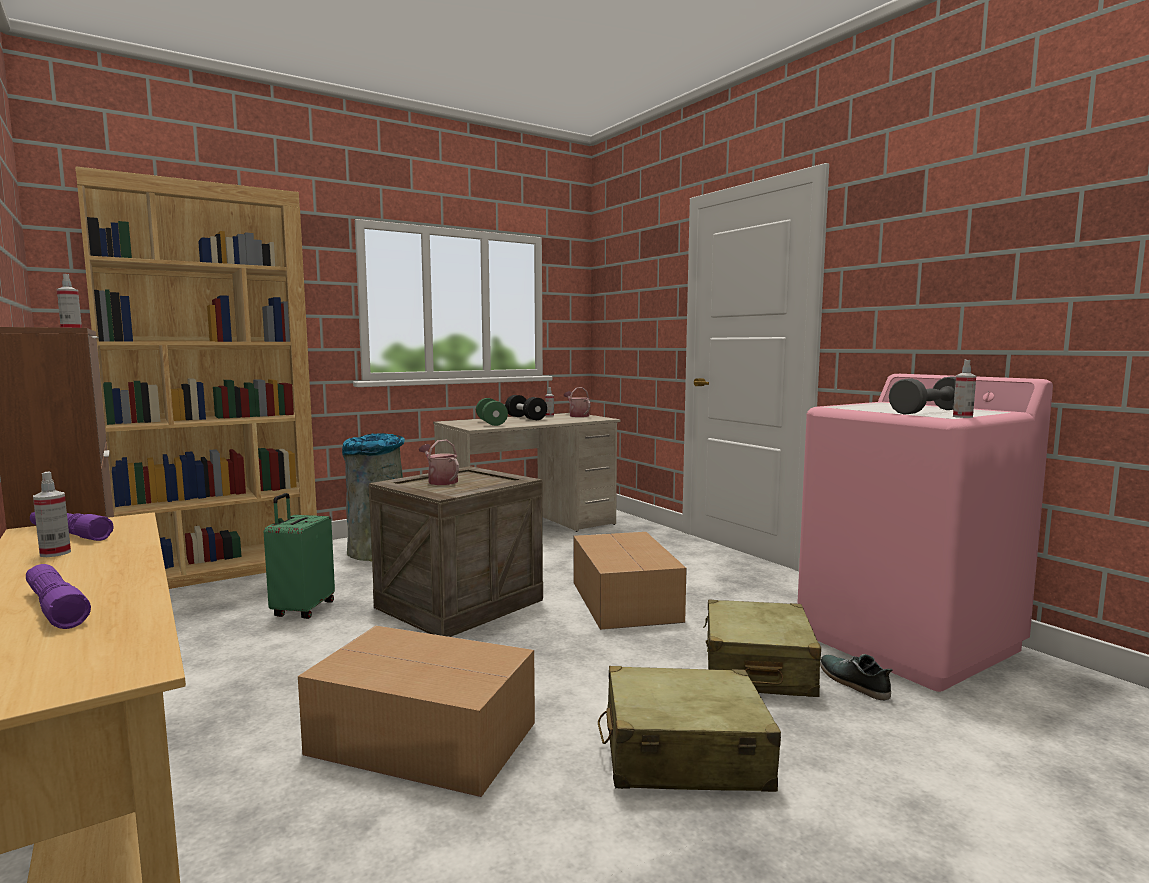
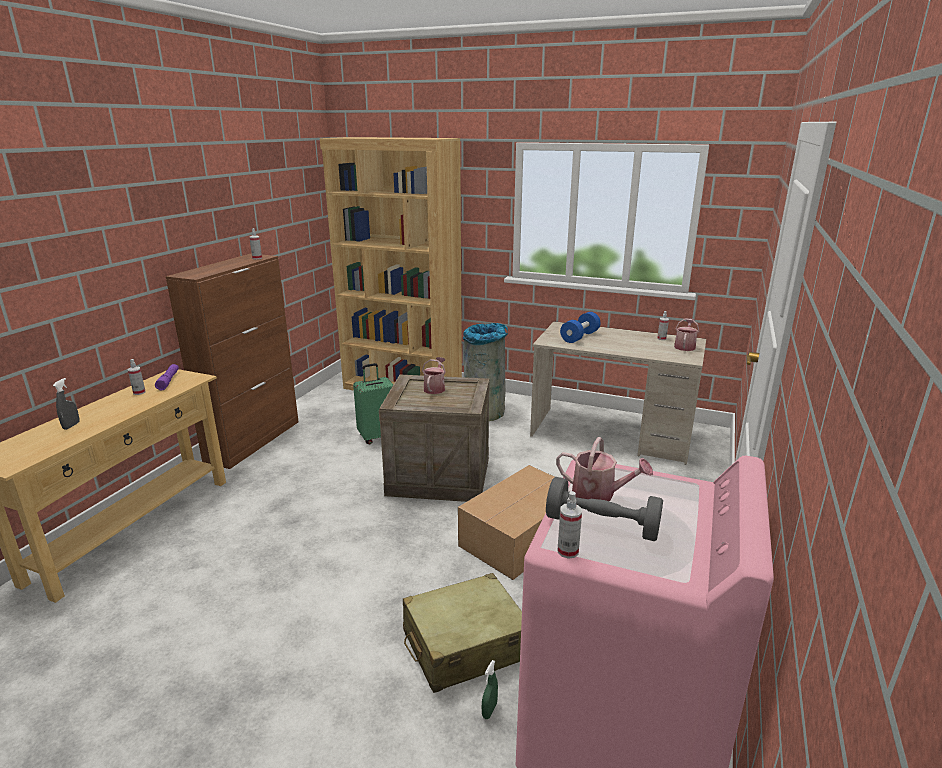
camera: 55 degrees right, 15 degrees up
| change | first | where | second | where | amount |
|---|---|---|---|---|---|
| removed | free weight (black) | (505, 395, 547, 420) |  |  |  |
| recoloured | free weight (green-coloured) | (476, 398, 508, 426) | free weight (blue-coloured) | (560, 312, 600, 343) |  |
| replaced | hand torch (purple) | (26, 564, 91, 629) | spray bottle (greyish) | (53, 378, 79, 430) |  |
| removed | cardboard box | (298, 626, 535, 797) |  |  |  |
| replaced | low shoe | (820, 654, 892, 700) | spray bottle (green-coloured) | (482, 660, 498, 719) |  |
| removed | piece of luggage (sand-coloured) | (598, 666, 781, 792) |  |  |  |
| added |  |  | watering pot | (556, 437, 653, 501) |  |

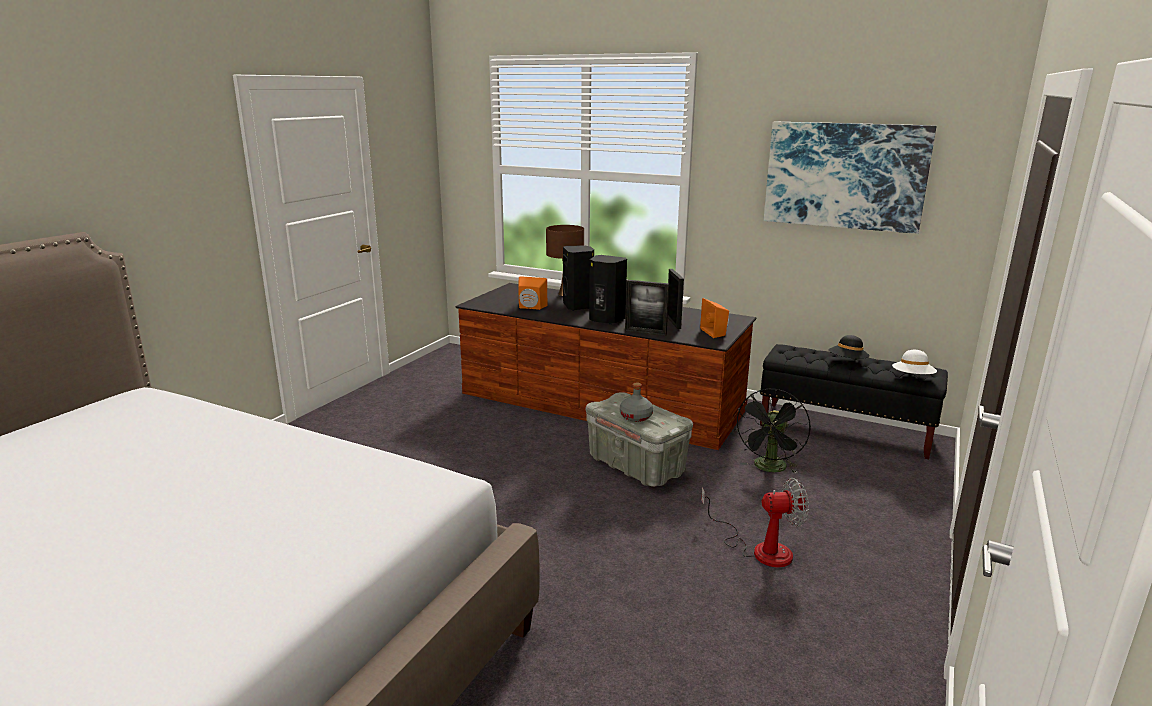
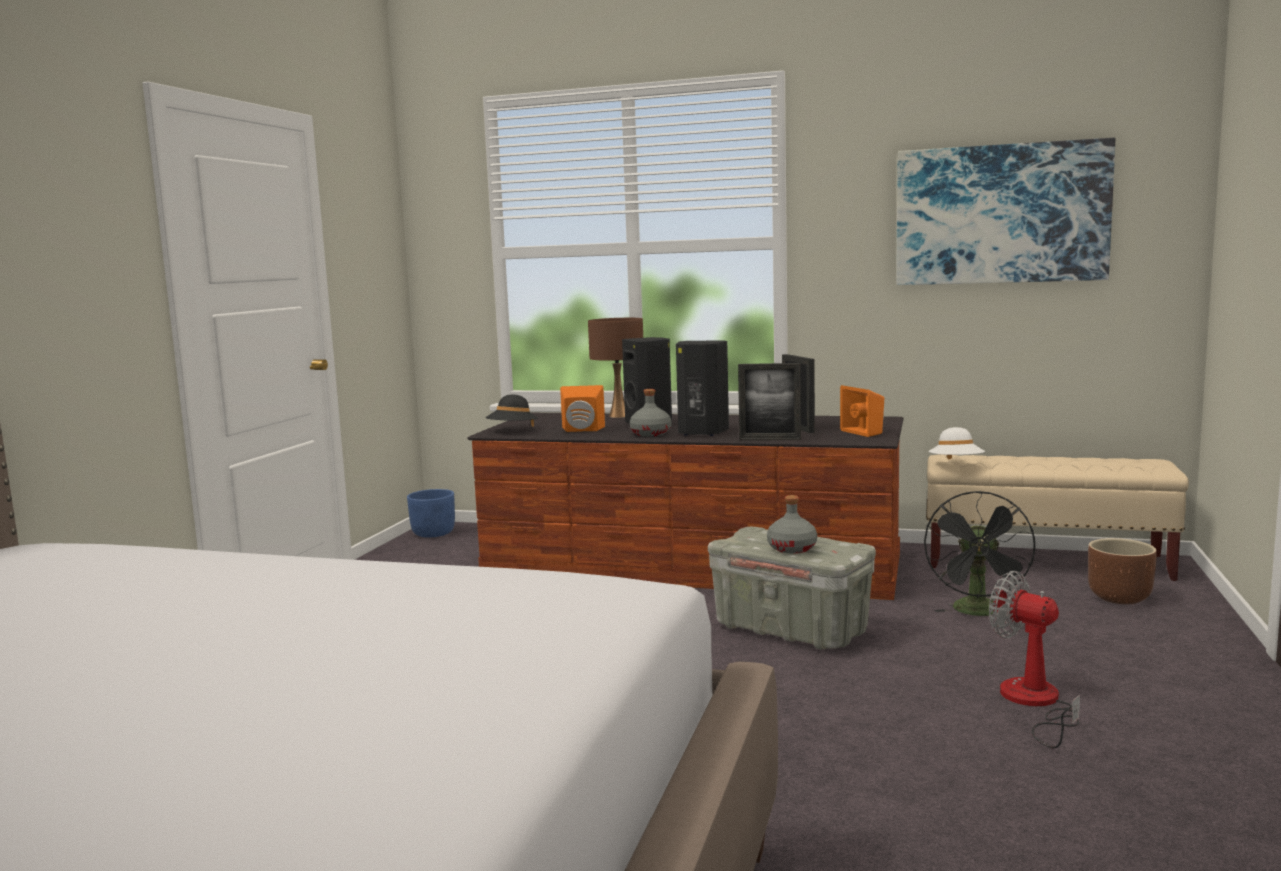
camera: 10 degrees left, 10 degrees down
| change | first | where | second | where | amount |
|---|---|---|---|---|---|
| moved | hat (black) | (828, 335, 870, 359) |  | (485, 395, 538, 427) |  |
| recoloured | bench (black) | (760, 344, 948, 459) | bench (sand-coloured) | (926, 455, 1189, 581) |  |
| moved | hat (white-coloured) | (892, 350, 937, 374) |  | (929, 427, 985, 460) |  |
| turned | fan | (701, 478, 809, 567) |  | (989, 571, 1080, 749) | 120 degrees counterclockwise |
| added |  |  | beverage bottle (greyish) | (630, 389, 672, 437) |  |
| added |  |  | flower pot (blue-coloured) | (407, 489, 455, 538) |  |
| added |  |  | flower pot (brownish) | (1088, 538, 1157, 604) |  |

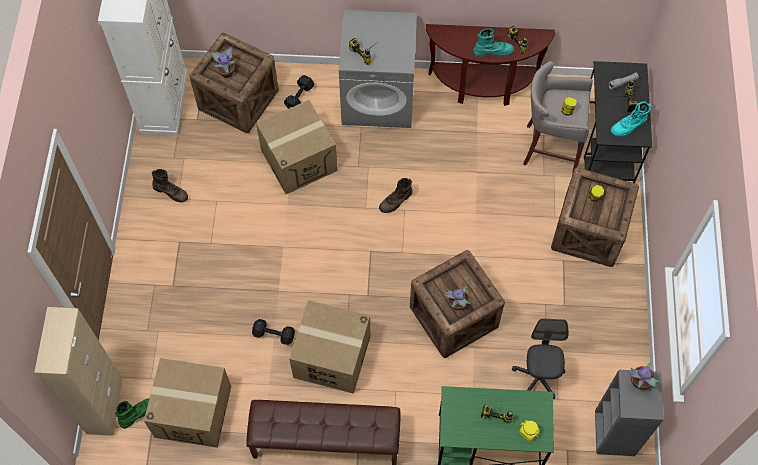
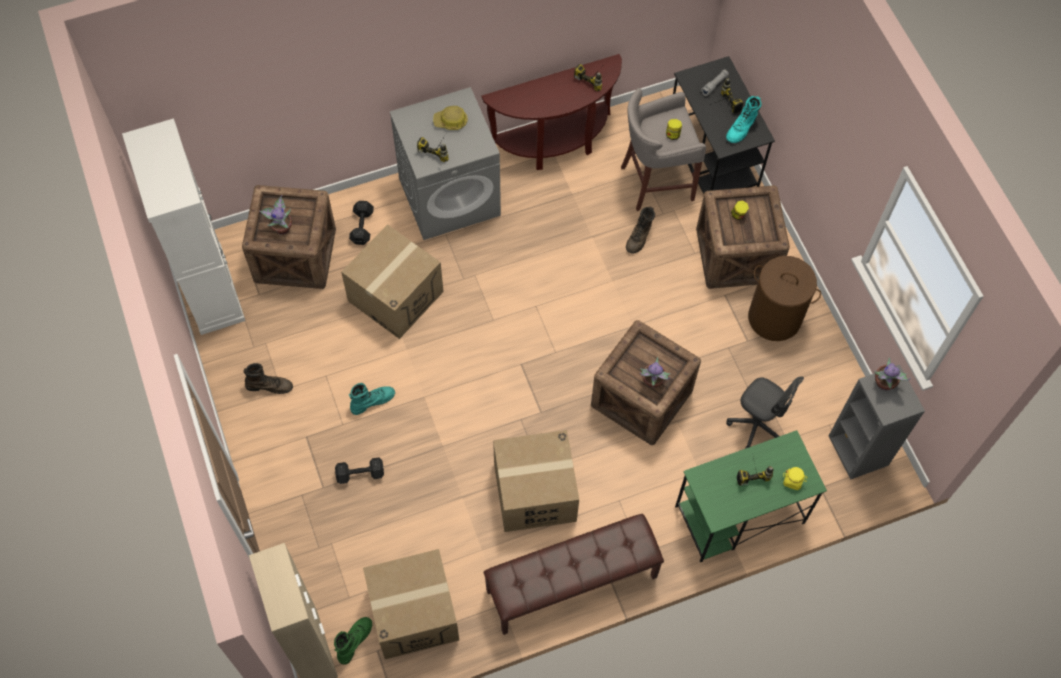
camera: 25 degrees left, 0 degrees up
| change | first | where | second | where | amount |
|---|---|---|---|---|---|
| moved | boot (turquoise-coloured) | (473, 28, 514, 57) |  | (349, 383, 395, 415) |  |
| moved | boot (brownish) | (379, 178, 412, 213) |  | (626, 206, 655, 253) |  |
| turned | office chair (greyish) | (512, 318, 569, 399) |  | (726, 376, 804, 449) | 150 degrees clockwise |
| moved | free weight (black) | (252, 319, 295, 345) |  | (335, 457, 384, 484) |  |
| added |  |  | hard hat | (433, 106, 468, 130) |  |
| added |  |  | hamper (brownish) | (748, 256, 821, 341) |  |

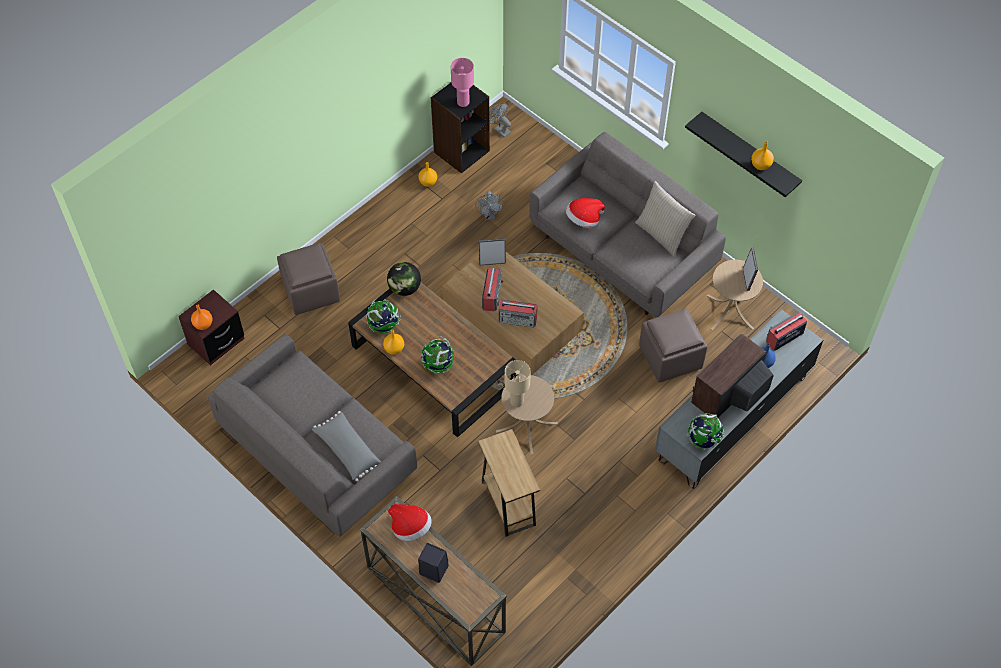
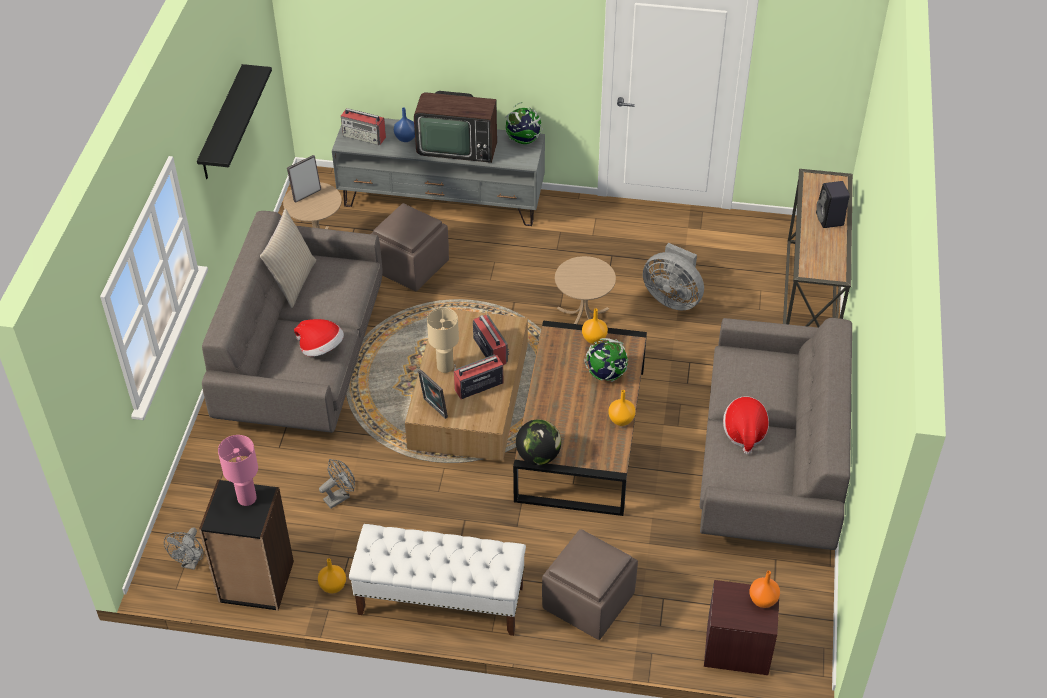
camera: 125 degrees left, 10 degrees down
| change | first | where | second | where | amount |
|---|---|---|---|---|---|
| moved | vase (orange-coloured) | (751, 141, 774, 170) |  | (582, 308, 608, 344) |  |
| removed | world globe | (366, 298, 401, 333) |  |  |  |
| moved | lamp for a table (sand-coloured) | (505, 360, 531, 407) |  | (427, 308, 459, 373) |  |
| removed | cushion (greyish) | (312, 411, 381, 481) |  |  |  |
| replaced | side table (brownish) | (478, 429, 540, 537) | fan (greyish) | (643, 243, 704, 311) |  |
| moved | hat | (388, 504, 432, 541) |  | (723, 396, 769, 454) |  |
| added |  |  | bench (white-coloured) | (349, 524, 526, 636) |  |

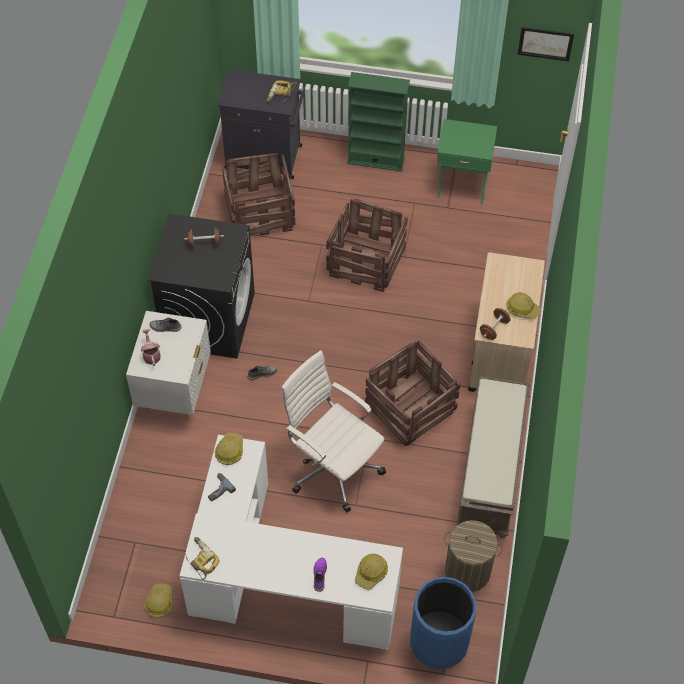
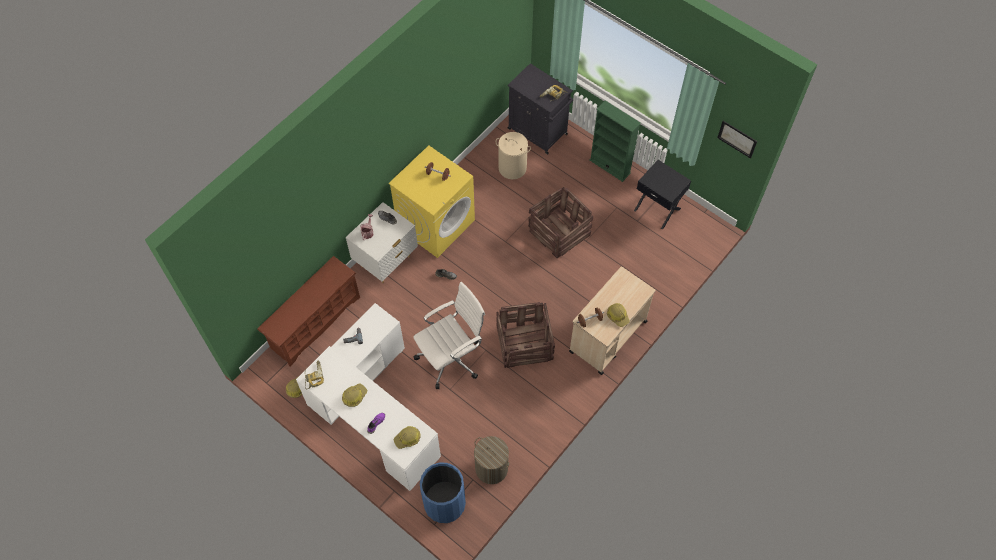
camera: 30 degrees right, 5 degrees up
| change | first | where | second | where | amount |
|---|---|---|---|---|---|
| recoloured | night table (green-coloured) | (437, 119, 497, 204) | night table (black) | (634, 160, 691, 229) |  |
| replaced | crate | (222, 153, 295, 236) | hamper (sand-coloured) | (496, 132, 531, 179) |  |
| recoloured | laundry machine (black) | (148, 214, 255, 359) | laundry machine (yellow-coloured) | (389, 145, 475, 258) |  |
| turned | office chair (white-coloured) | (281, 350, 386, 513) |  | (413, 282, 485, 389) | 75 degrees clockwise |
| removed | bench (brownish) | (457, 376, 529, 538) |  |  |  |
| moved | hard hat | (214, 433, 243, 465) |  | (342, 384, 367, 407) |  |
| added |  |  | shoe stand (brownish) | (257, 256, 360, 367) |  |

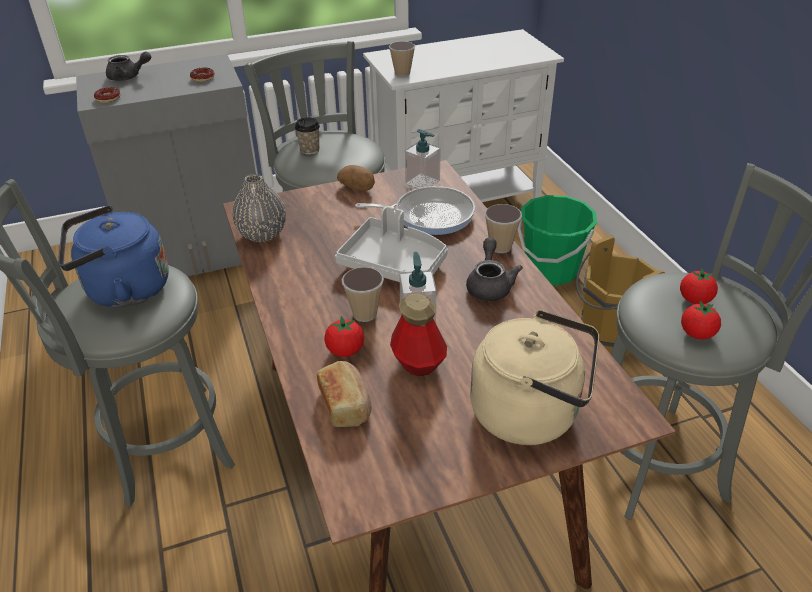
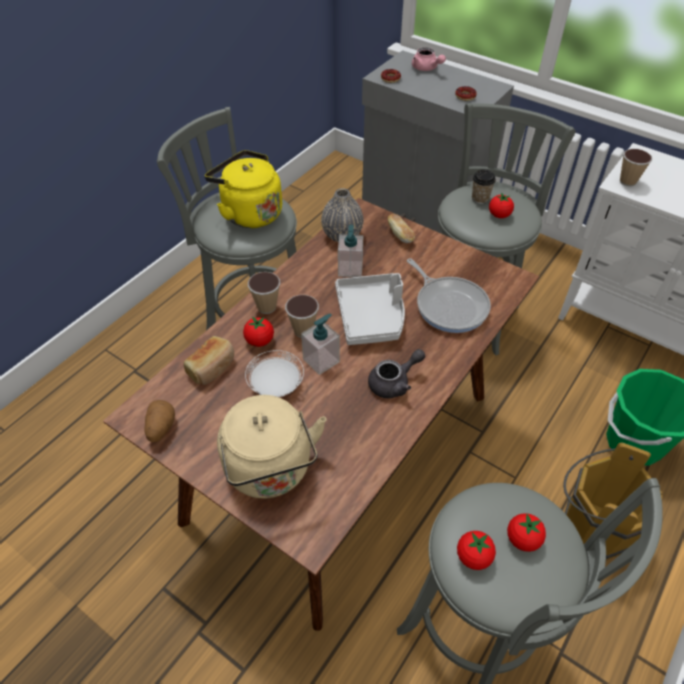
camera: 55 degrees right, 10 degrees up
| change | first | where | second | where | amount |
|---|---|---|---|---|---|
| recoloured | tea pot (greyish) | (106, 51, 151, 81) | tea pot (pinkish) | (412, 47, 446, 71) |  |
| moved | soap dispenser | (405, 129, 441, 188) |  | (338, 225, 363, 277) |  |
| moved | spud | (337, 165, 375, 191) |  | (144, 400, 175, 442) |  |
| moved | drinking cup | (485, 204, 522, 253) |  | (248, 272, 280, 314) |  |
| recoloured | tea kettle (blue-coloured) | (58, 205, 169, 308) | tea kettle (yellow-coloured) | (205, 150, 282, 228) |  |
| replaced | beverage bottle | (390, 293, 447, 376) | flat dish (white-coloured) | (245, 350, 304, 397) |  |
| added |  |  | tomato | (489, 192, 514, 218) |  |
| added |  |  | bread | (388, 214, 415, 243) |  |

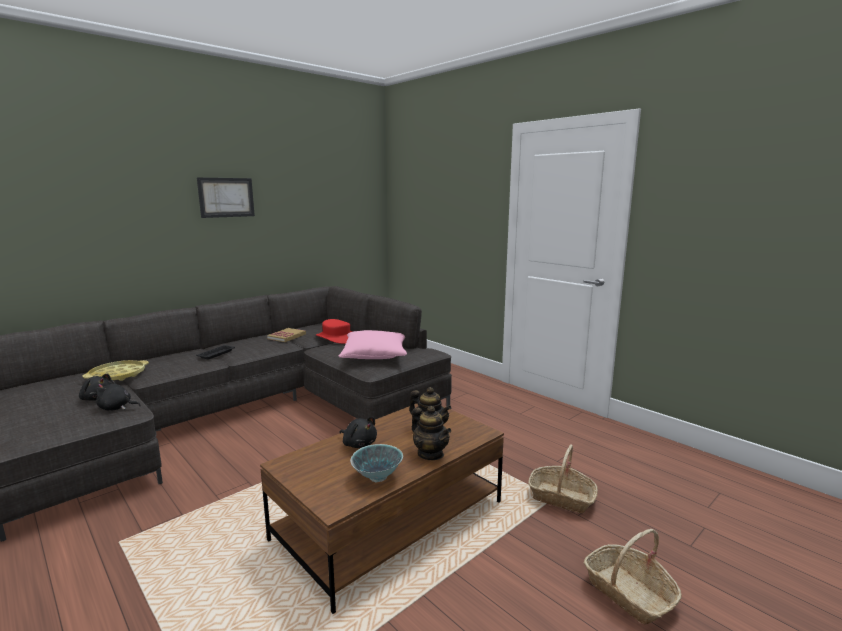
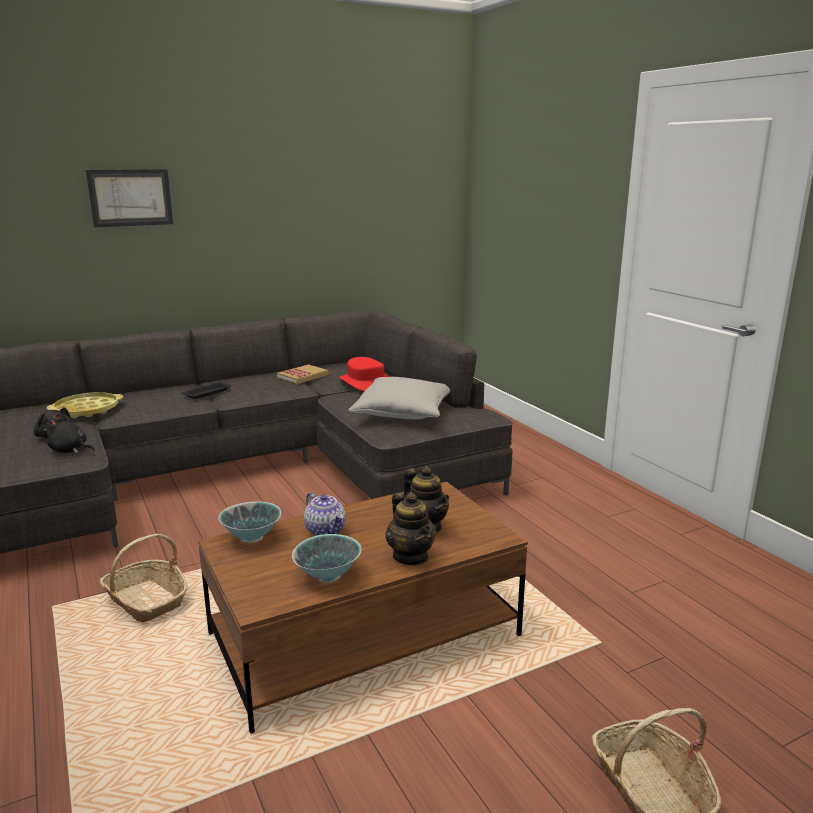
camera: 15 degrees right, 5 degrees up
| change | first | where | second | where | amount |
|---|---|---|---|---|---|
| moved | wall picture | (197, 177, 255, 218) |  | (86, 169, 173, 227) |  |
| recoloured | cushion (pinkish) | (338, 330, 407, 359) | cushion (greyish) | (348, 377, 450, 419) |  |
| replaced | plush toy (black) | (340, 417, 377, 448) | tea pot | (304, 492, 346, 536) |  |
| moved | basket | (528, 444, 598, 513) |  | (100, 534, 188, 622) |  |
| added |  |  | deep dish | (218, 501, 281, 543) |  |

